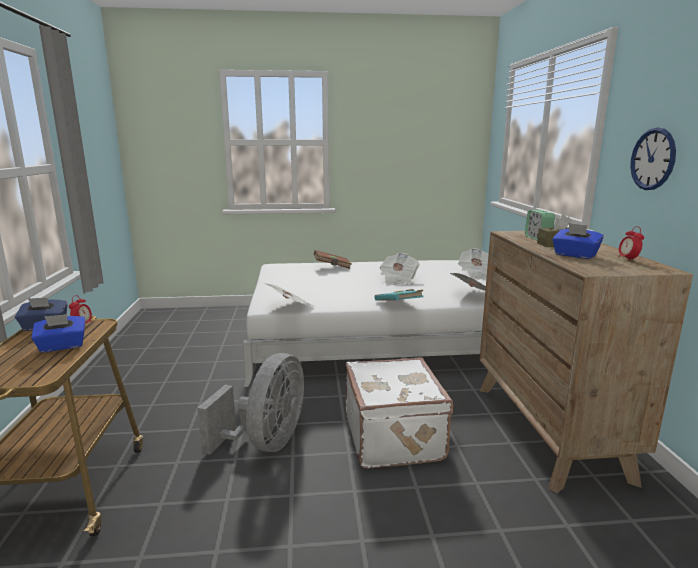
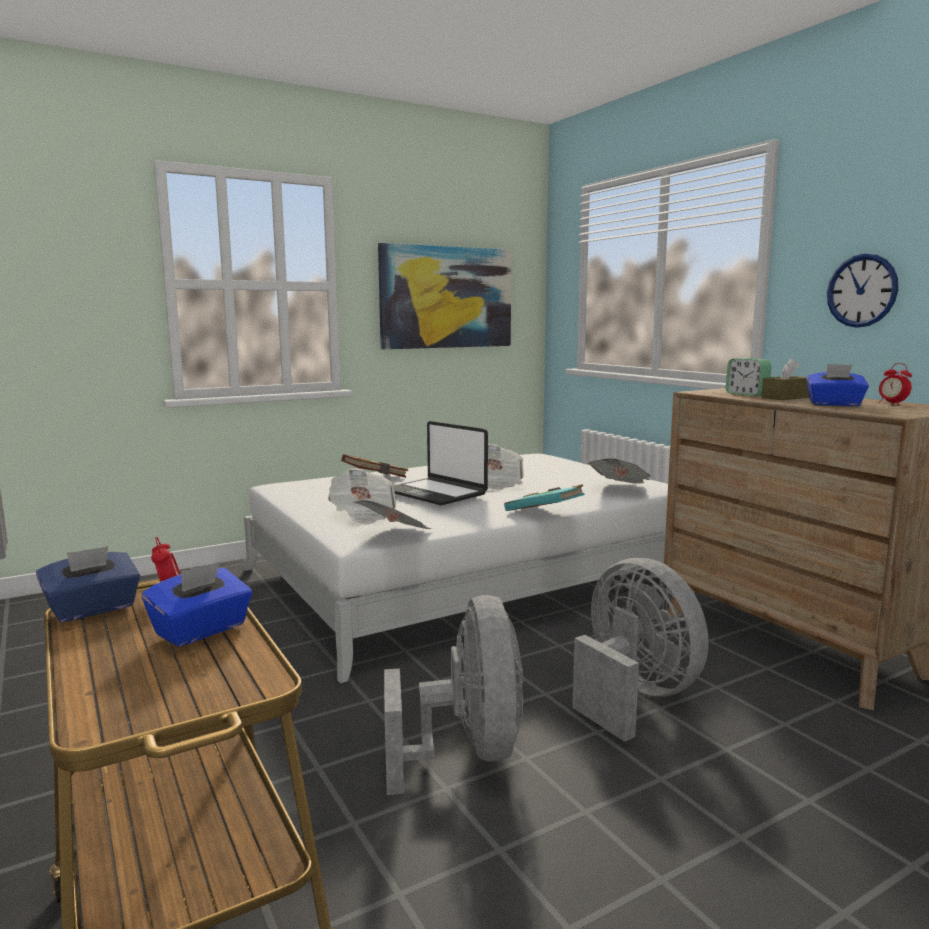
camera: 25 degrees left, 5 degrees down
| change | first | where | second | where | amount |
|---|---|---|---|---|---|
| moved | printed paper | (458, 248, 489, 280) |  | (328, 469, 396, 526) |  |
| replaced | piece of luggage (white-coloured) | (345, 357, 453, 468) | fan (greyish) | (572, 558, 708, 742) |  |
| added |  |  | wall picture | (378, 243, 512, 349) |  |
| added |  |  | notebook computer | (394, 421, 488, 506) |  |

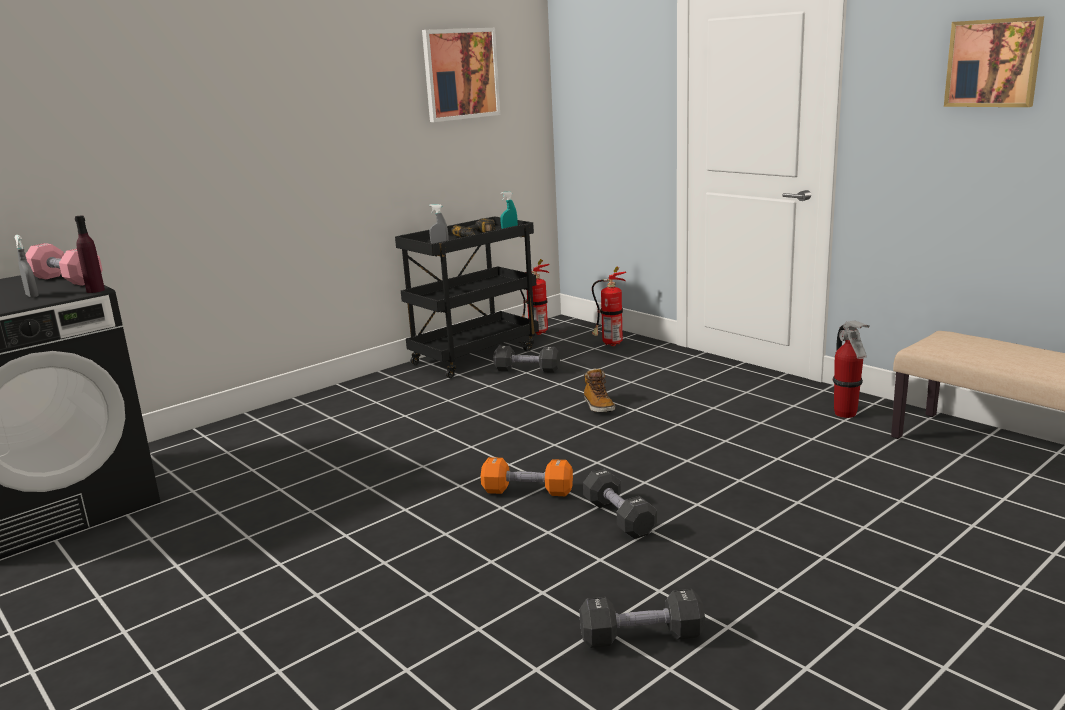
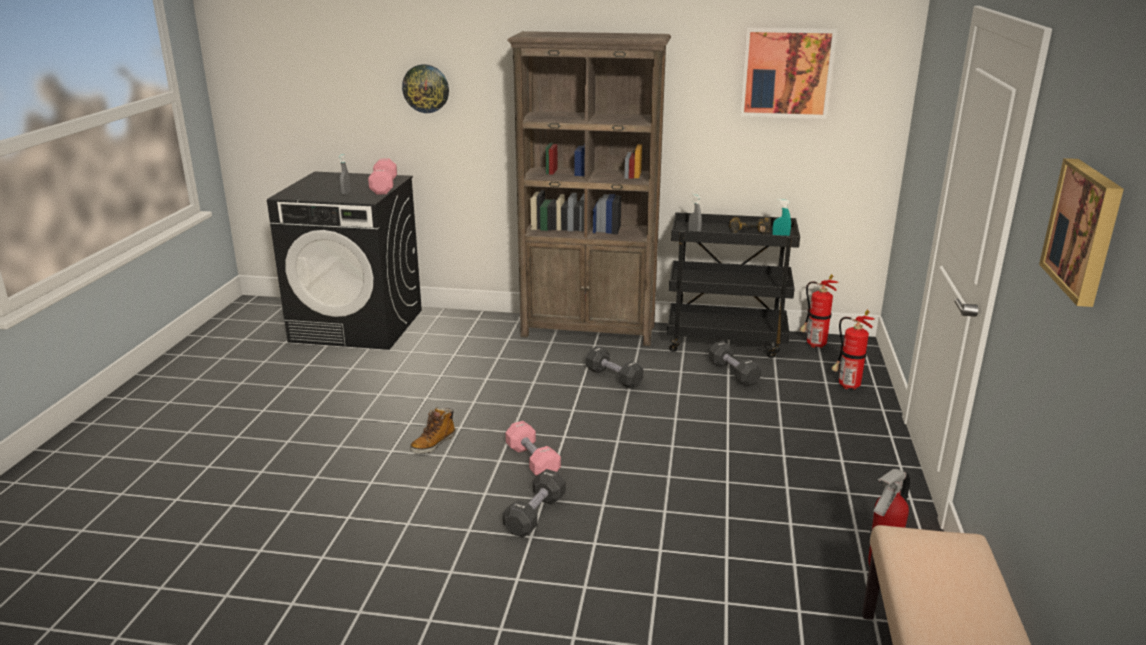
camera: 50 degrees right, 5 degrees up
| change | first | where | second | where | amount |
|---|---|---|---|---|---|
| removed | beverage bottle (purple) | (75, 215, 105, 293) |  |  |  |
| moved | boot | (584, 368, 615, 413) |  | (410, 407, 456, 454) |  |
| recoloured | free weight (orange-coloured) | (481, 457, 573, 496) | free weight (pinkish) | (505, 421, 561, 476) |  |
| moved | free weight (black) | (579, 589, 705, 648) |  | (586, 346, 643, 389) |  |
| added |  |  | shelving unit (brownish) | (507, 31, 671, 346) |  |
| added |  |  | wall clock | (402, 64, 449, 113) |  |

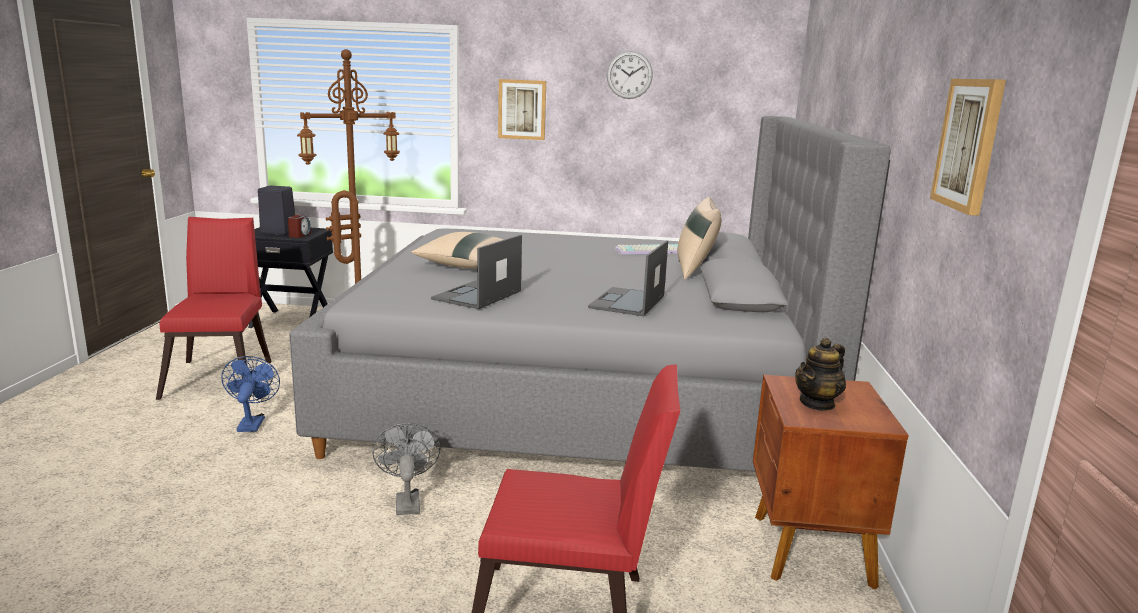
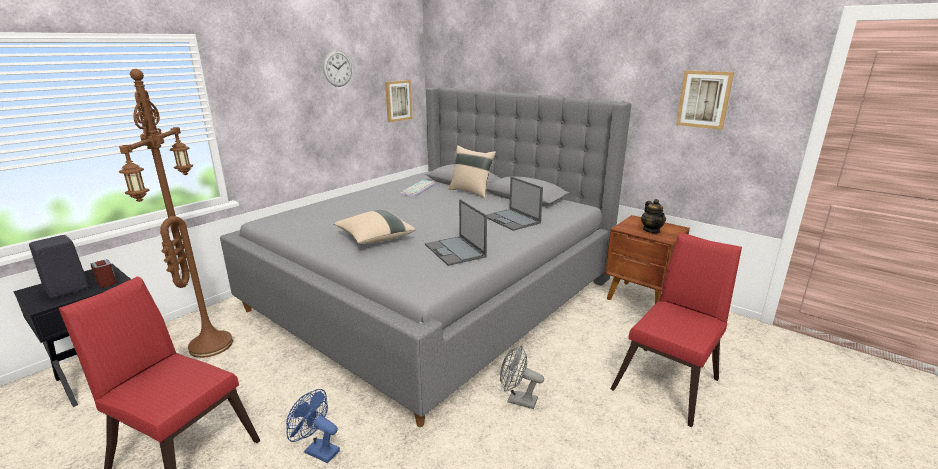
camera: 55 degrees left, 5 degrees up
| change | first | where | second | where | amount |
|---|---|---|---|---|---|
| moved | wall picture | (498, 79, 546, 140) |  | (385, 80, 412, 122) |  |

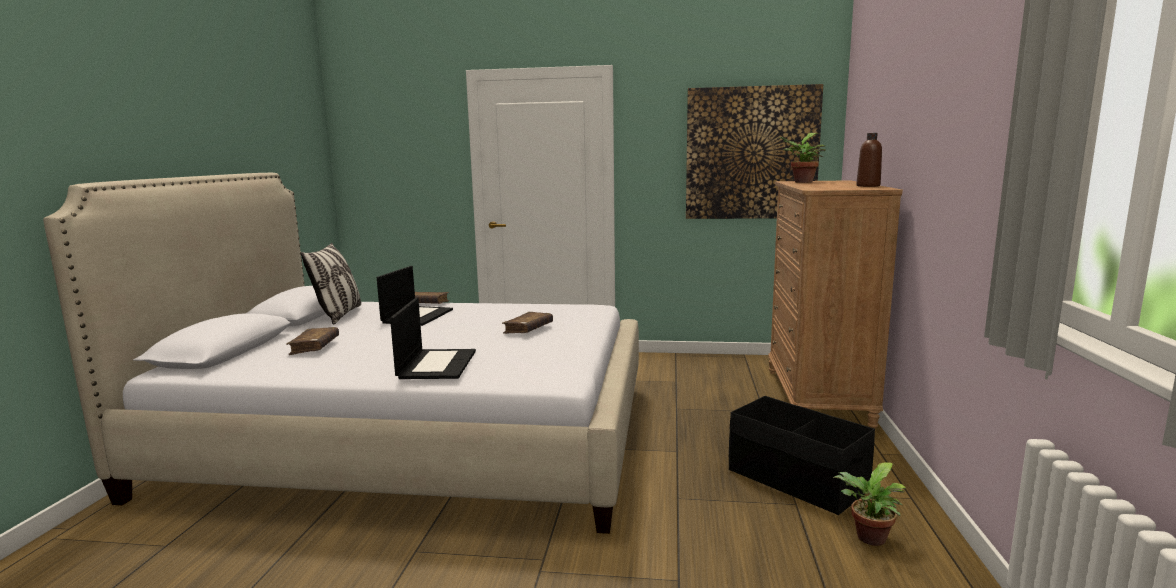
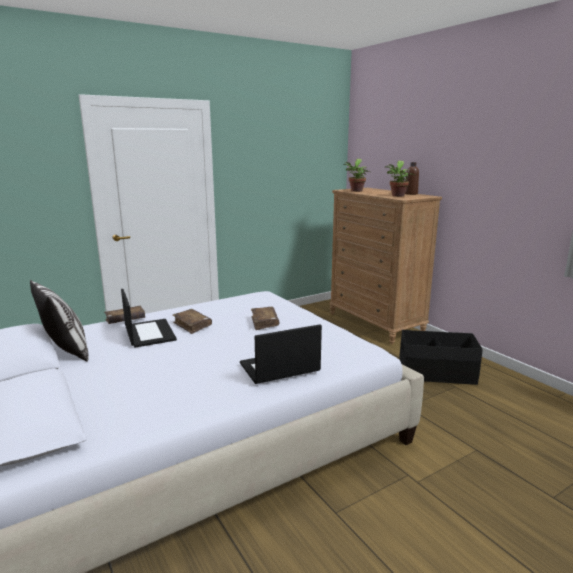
camera: 40 degrees left, 5 degrees up
| change | first | where | second | where | amount |
|---|---|---|---|---|---|
| removed | wall picture | (686, 84, 823, 219) |  |  |  |
| turned | notebook computer | (390, 298, 476, 379) |  | (240, 324, 322, 384) | 75 degrees counterclockwise |
| moved | book (brownish) | (286, 327, 339, 355) |  | (172, 309, 212, 334) |  |
| moved | plant in a pot | (833, 462, 906, 546) |  | (385, 161, 415, 197) |  |

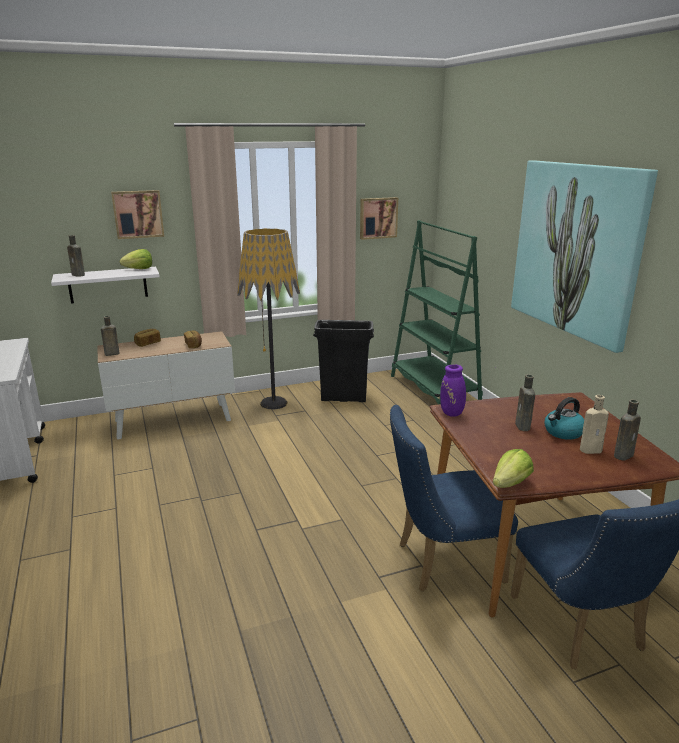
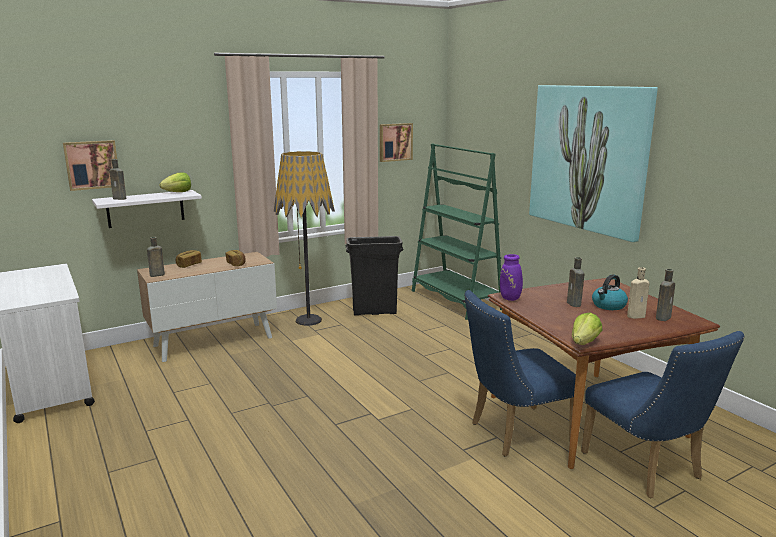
camera: 10 degrees left, 5 degrees down
| change | first | where | second | where | amount |
|---|---|---|---|---|---|
| moved | wall picture | (111, 190, 164, 239) |  | (63, 140, 117, 191) |  |

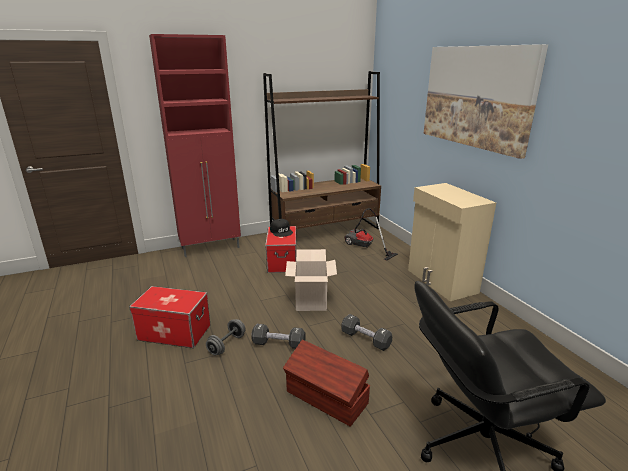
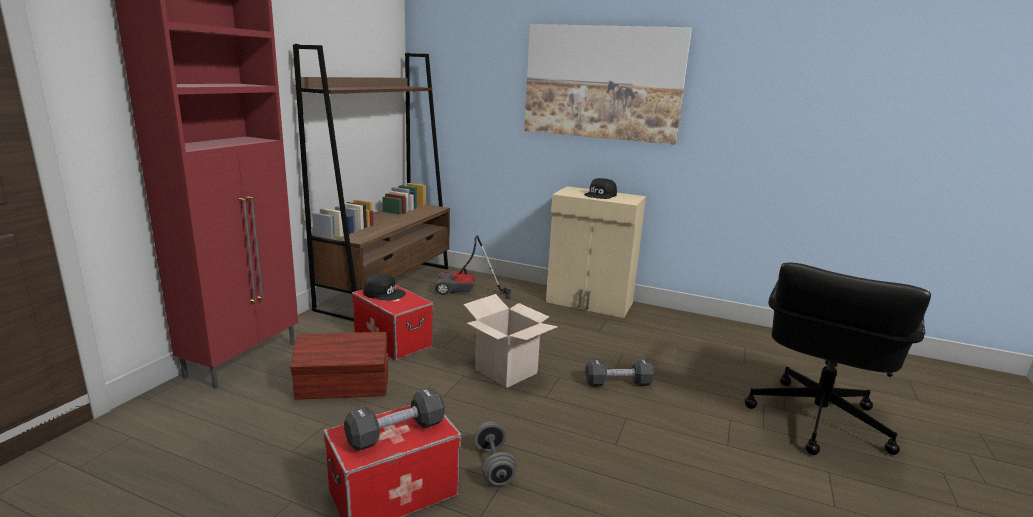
camera: 45 degrees left, 5 degrees down
| change | first | where | second | where | amount |
|---|---|---|---|---|---|
| moved | free weight (black) | (251, 324, 306, 349) |  | (344, 387, 445, 451) |  |
| moved | storage bin (brownish) | (283, 340, 370, 427) |  | (290, 332, 388, 400) |  |
| added |  |  | peaked cap (black) | (584, 178, 617, 199) |  |

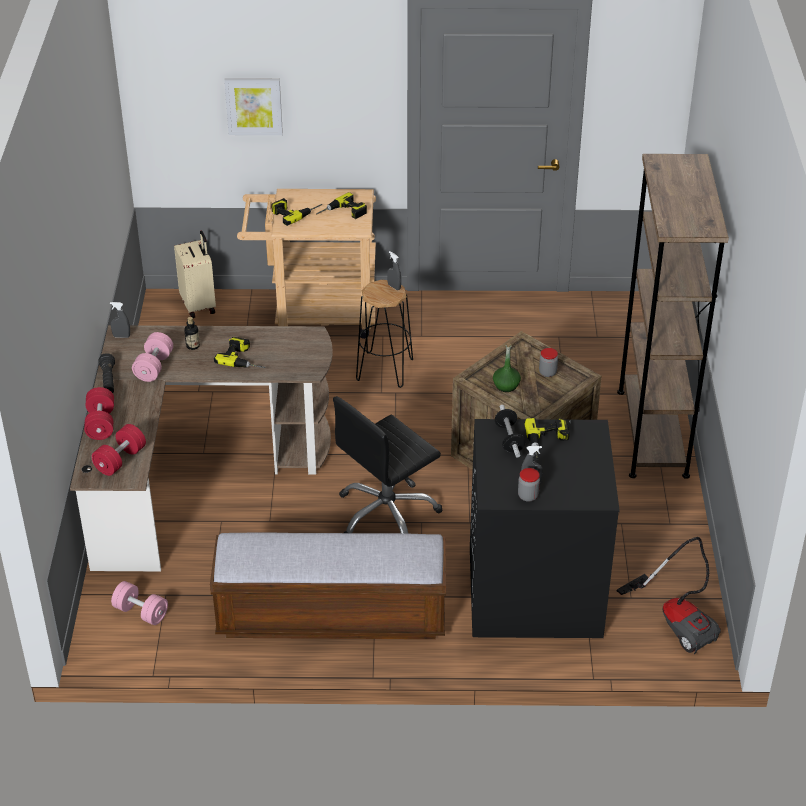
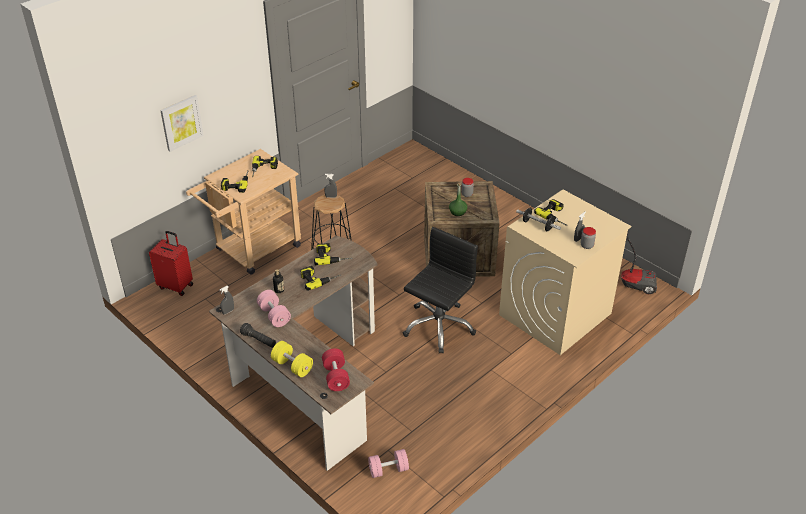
camera: 45 degrees left, 0 degrees up
| change | first | where | second | where | amount |
|---|---|---|---|---|---|
| removed | shelving unit (brownish) | (617, 154, 729, 479) |  |  |  |
| recoloured | piece of luggage (sand-coloured) | (174, 231, 216, 318) | piece of luggage (red) | (149, 231, 193, 296) |  |
| recoloured | free weight (red) | (84, 387, 114, 440) | free weight (yellow-coloured) | (271, 341, 313, 377) |  |
| turned | office chair (black) | (333, 396, 442, 534) |  | (403, 227, 478, 353) | 150 degrees counterclockwise |
| recoloured | laundry machine (black) | (470, 419, 620, 638) | laundry machine (sand-coloured) | (499, 190, 631, 355) |  |
| removed | bench | (210, 532, 446, 639) |  |  |  |
| added |  |  | power drill | (314, 243, 352, 265) |  |

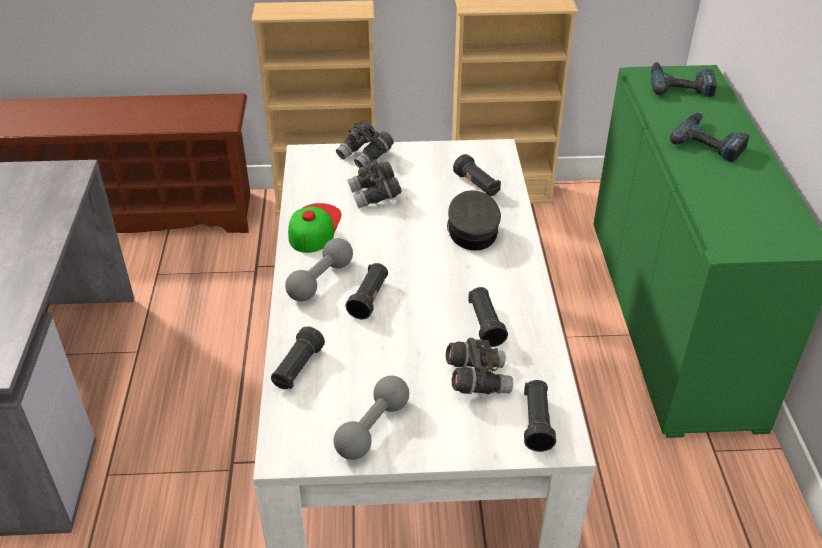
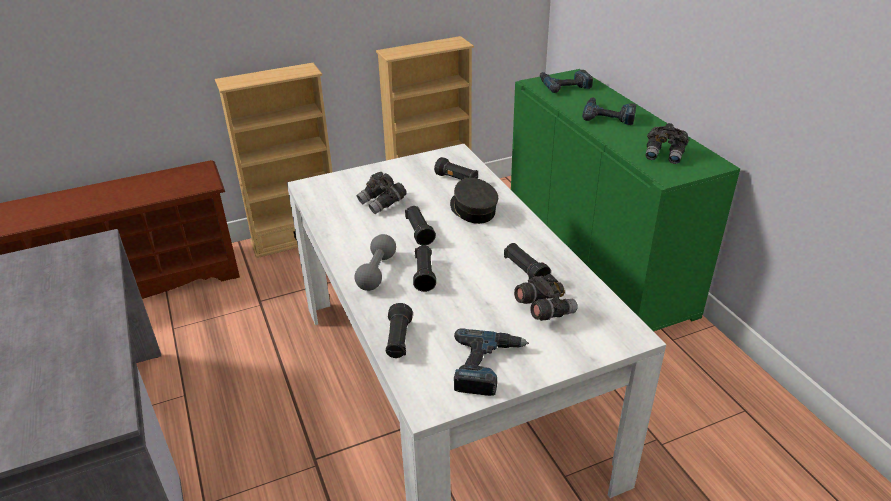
camera: 20 degrees left, 5 degrees down
| change | first | where | second | where | amount |
|---|---|---|---|---|---|
| moved | field glasses (greyish) | (336, 121, 394, 168) |  | (645, 123, 689, 164) |  |
| removed | peaked cap | (288, 203, 341, 253) |  |  |  |
| replaced | free weight (greyish) | (334, 376, 409, 460) | power drill | (454, 328, 529, 396) |  |
| moved | hand torch (black) | (524, 380, 556, 452) |  | (405, 206, 436, 246) |  |

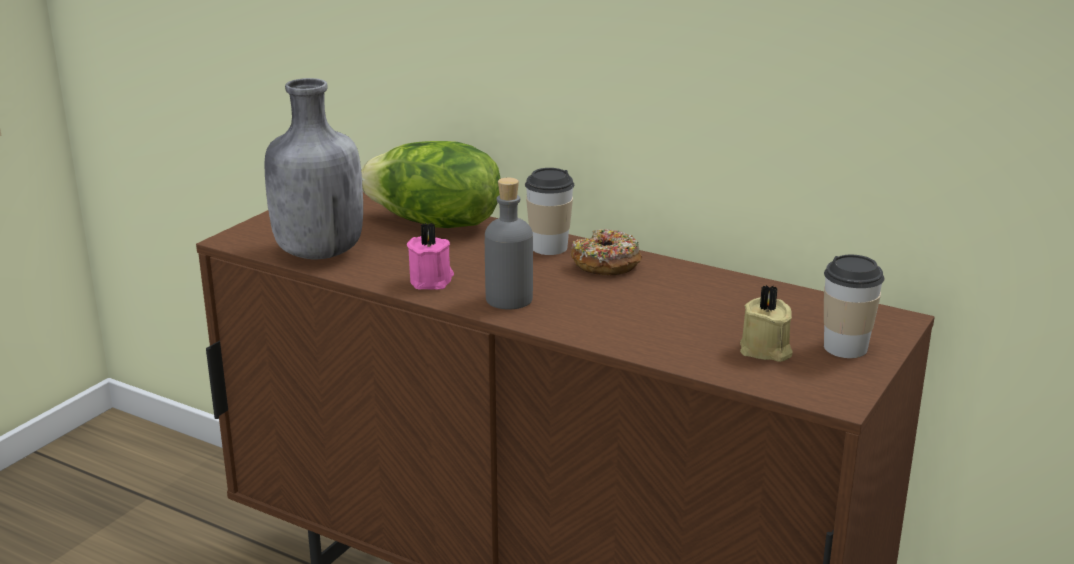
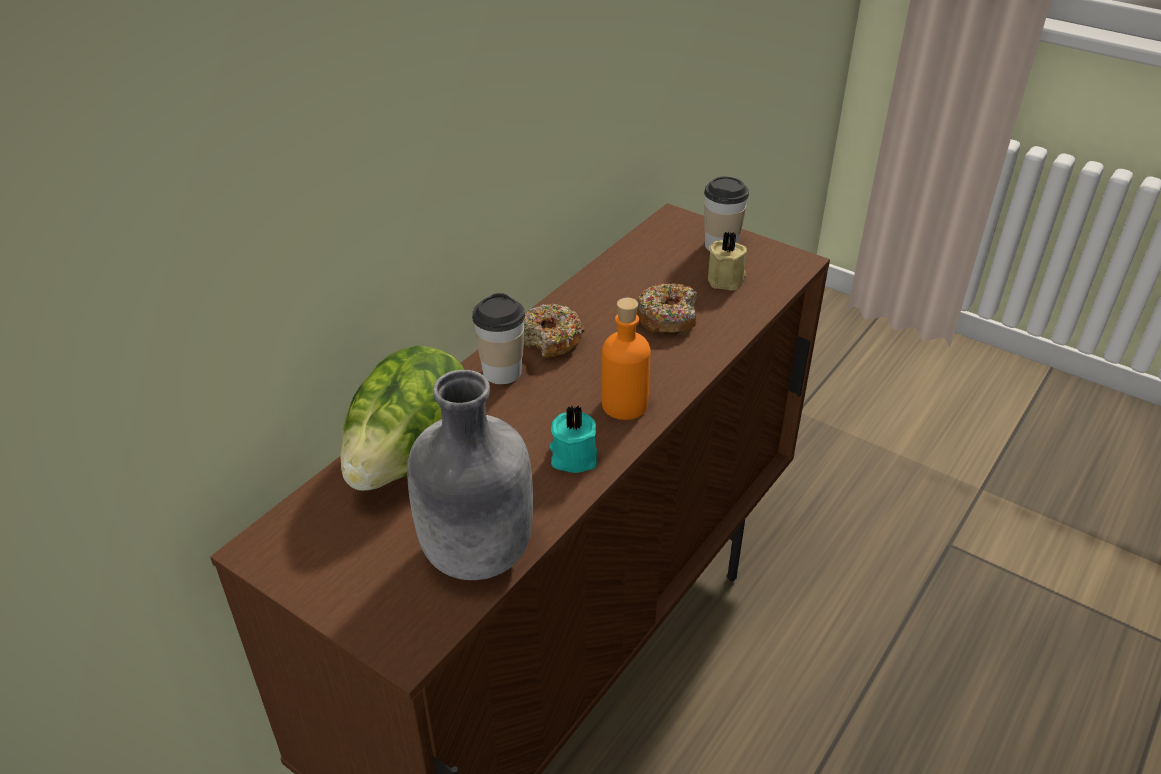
camera: 85 degrees left, 15 degrees up
| change | first | where | second | where | amount |
|---|---|---|---|---|---|
| recoloured | beverage bottle (greyish) | (485, 178, 533, 309) | beverage bottle (orange-coloured) | (602, 298, 650, 420) |  |
| recoloured | wax light (pinkish) | (407, 223, 454, 290) | wax light (turquoise-coloured) | (549, 405, 598, 473) |  |
| added |  |  | donut | (637, 283, 697, 335) |  |

